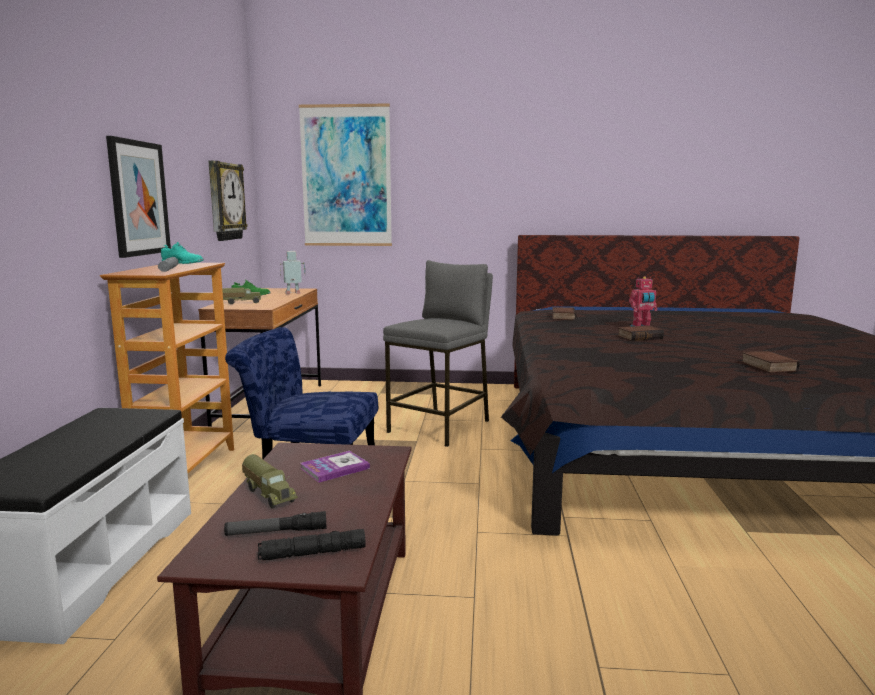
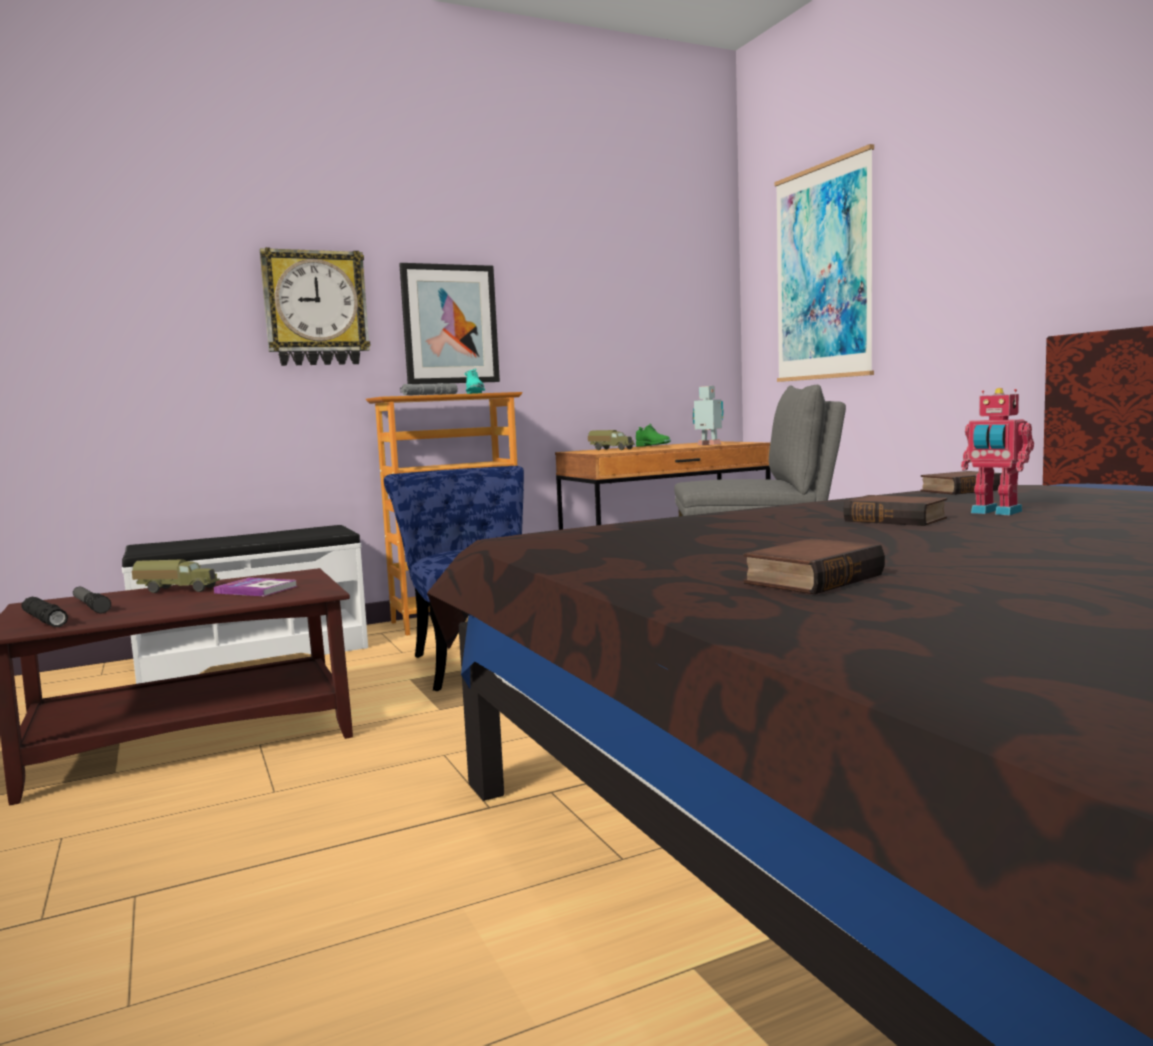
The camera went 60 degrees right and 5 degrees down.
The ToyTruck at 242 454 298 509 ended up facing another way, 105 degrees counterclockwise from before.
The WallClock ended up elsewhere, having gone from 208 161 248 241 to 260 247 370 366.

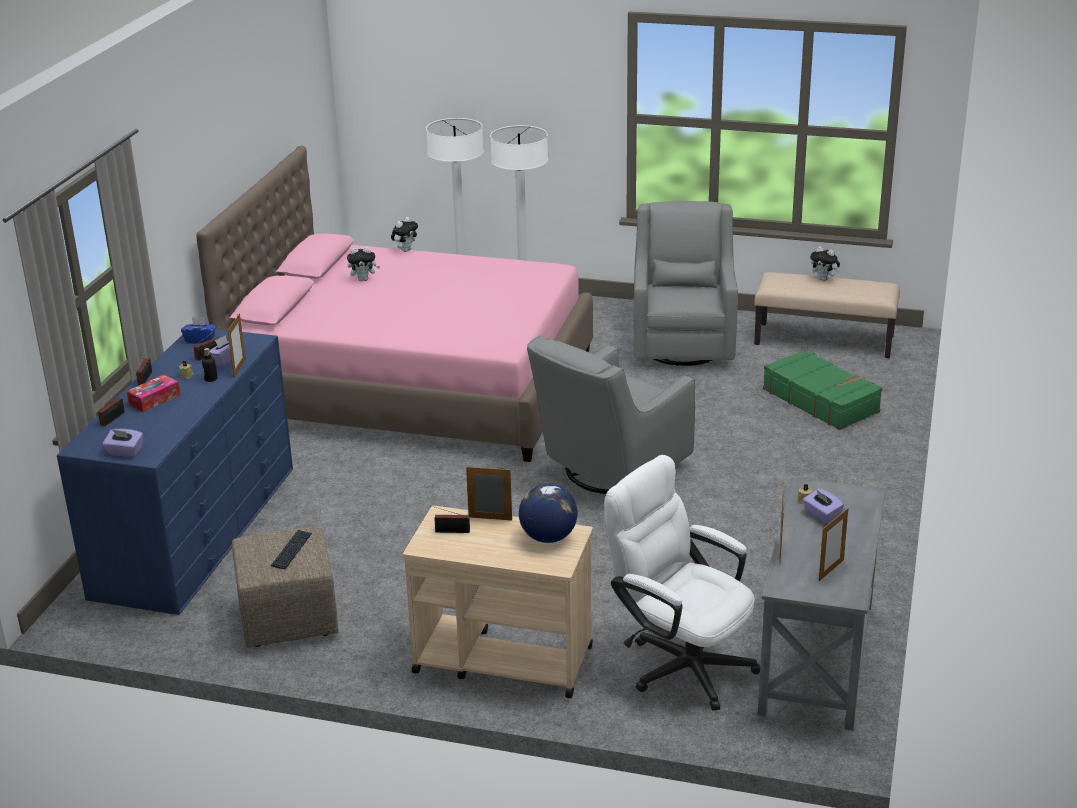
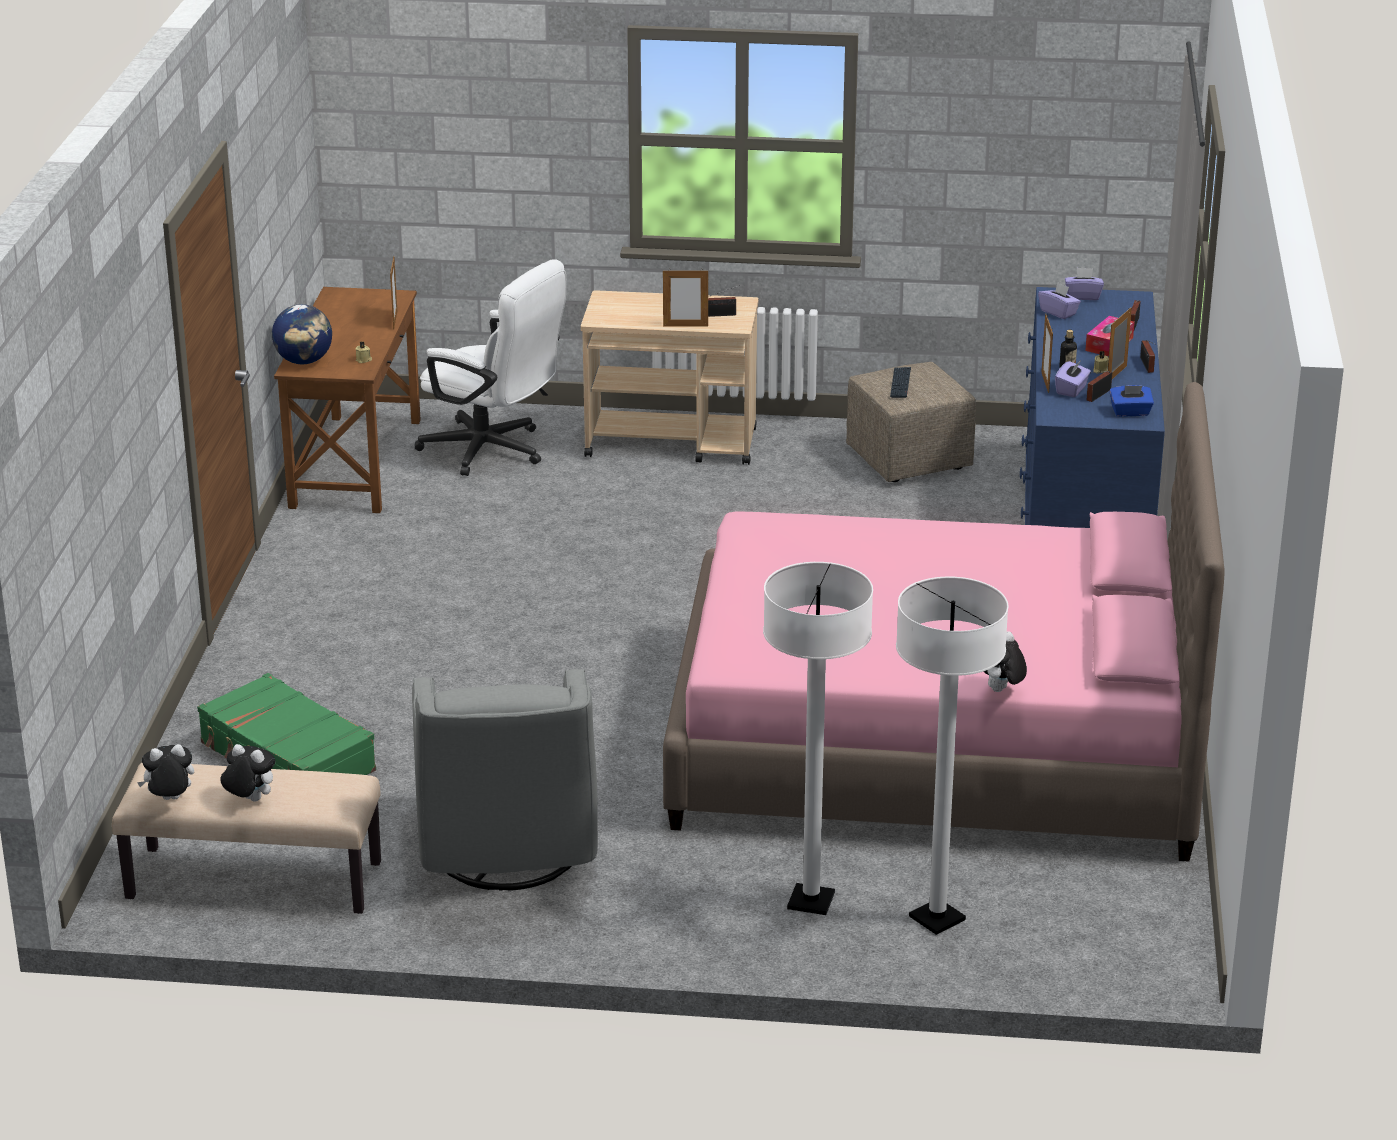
The camera went 170 degrees right and 0 degrees up.
The PlushToy ended up elsewhere, having gone from 347 247 380 281 to 137 744 194 800.
The Globe ended up elsewhere, having gone from 519 484 578 543 to 272 304 332 364.
What was the GreyDesk at 758 478 886 730 turned into the BrownDesk at 274 287 421 513.
The PurpleTissueBox ended up elsewhere, having gone from 803 488 844 524 to 1038 282 1081 319.
The PictureFrame ended up elsewhere, having gone from 819 508 848 581 to 1108 307 1132 379.
The second view lost the GreyArmchair at 527 335 695 494.

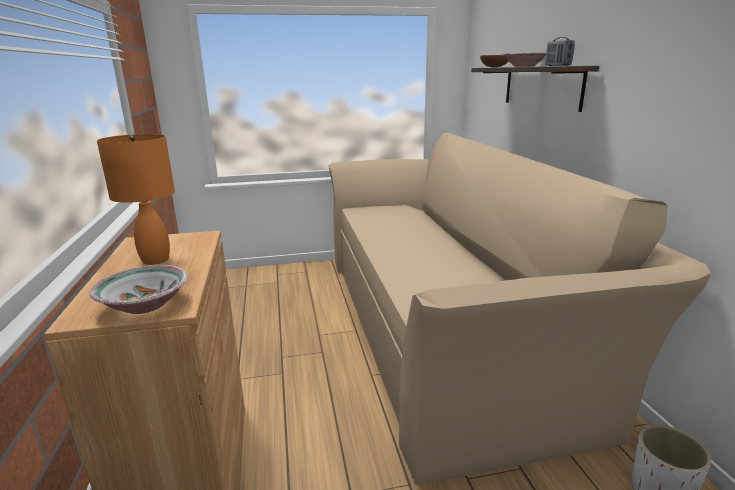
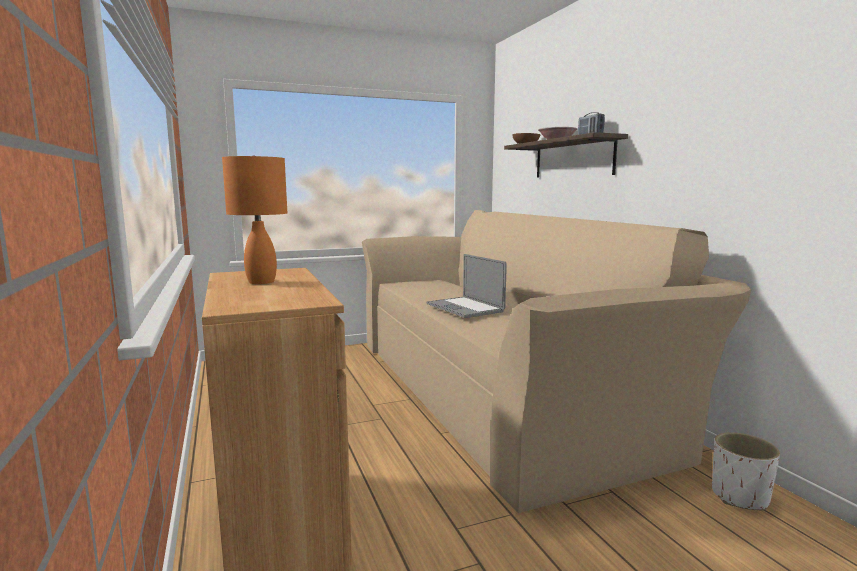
The camera went 10 degrees left and 10 degrees down.
The second view gained the Laptop at 426 254 507 318.
The second view lost the Bowl at 89 265 188 314.

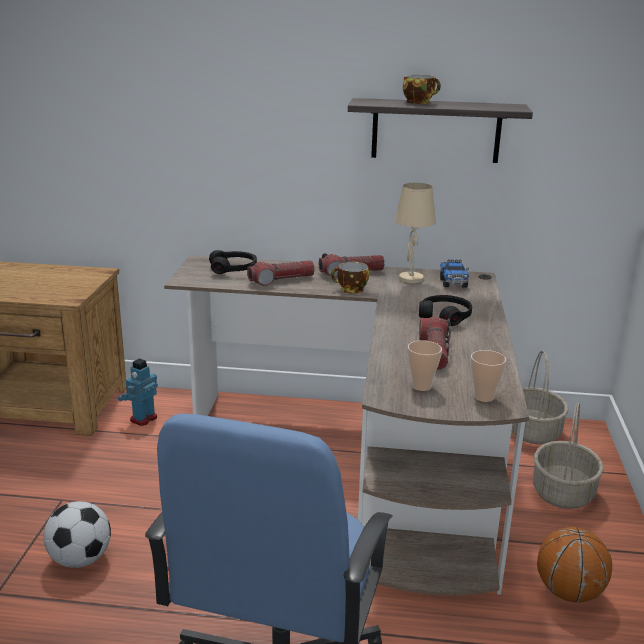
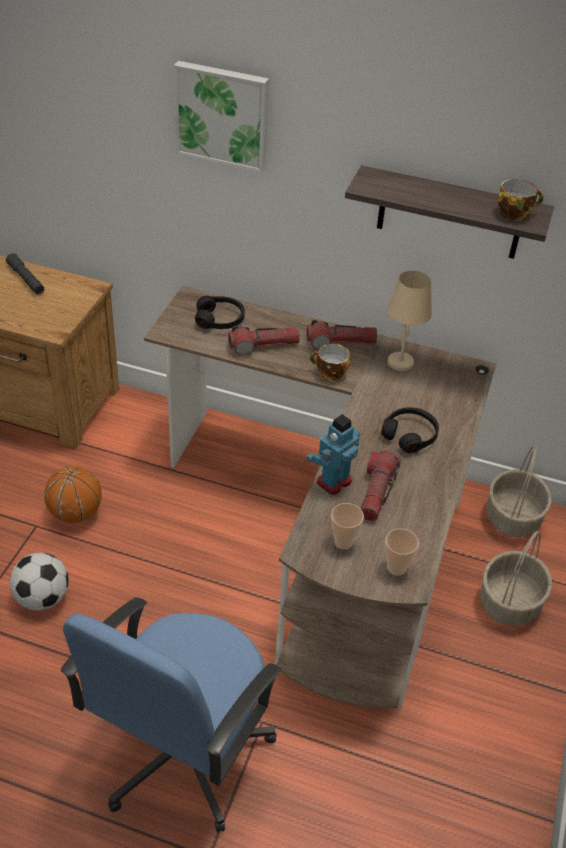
The camera went 10 degrees right and 20 degrees up.
The second view gained the GreyFlashlight at 6 253 44 295.
The Basketball ended up elsewhere, having gone from 537 527 612 603 to 44 466 102 523.
The second view gained the Picture at 174 61 269 173.
The ToyRobot ended up elsewhere, having gone from 118 358 158 426 to 306 414 360 495.
The Cup ended up elsewhere, having gone from 403 75 441 104 to 498 179 544 221.
The second view lost the ToyTruck at 440 259 469 288.

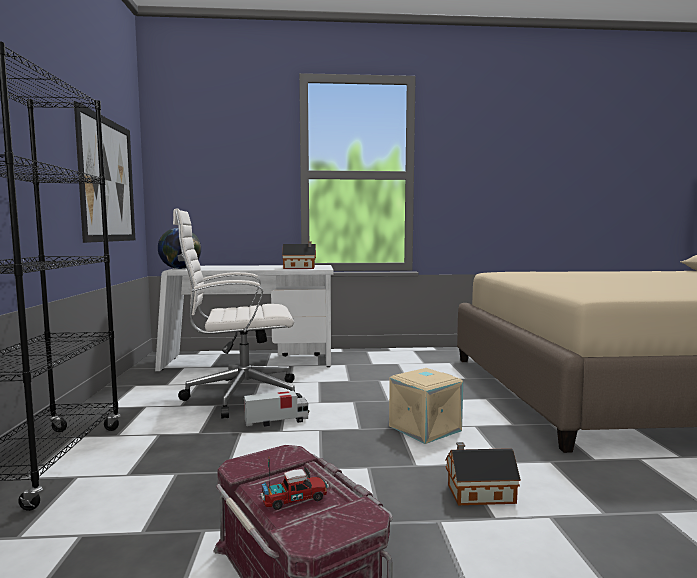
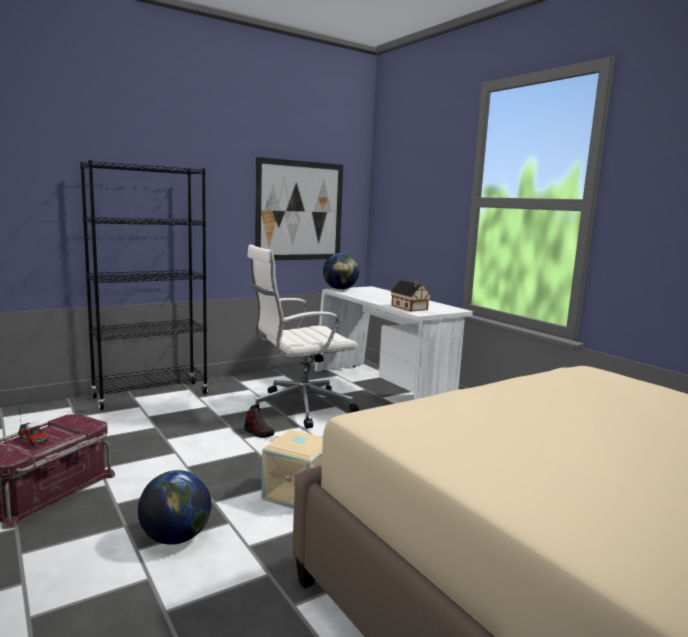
The camera went 60 degrees right and 5 degrees up.
Where the ToyHouse stood at 445 442 521 505, the Globe came to stand at 138 470 211 545.
Where the ToyTruck stood at 244 391 309 427, the Shoe came to stand at 244 408 274 438.
The WhiteOfficeChair at 173 208 302 419 ended up facing another way, 75 degrees counterclockwise from before.

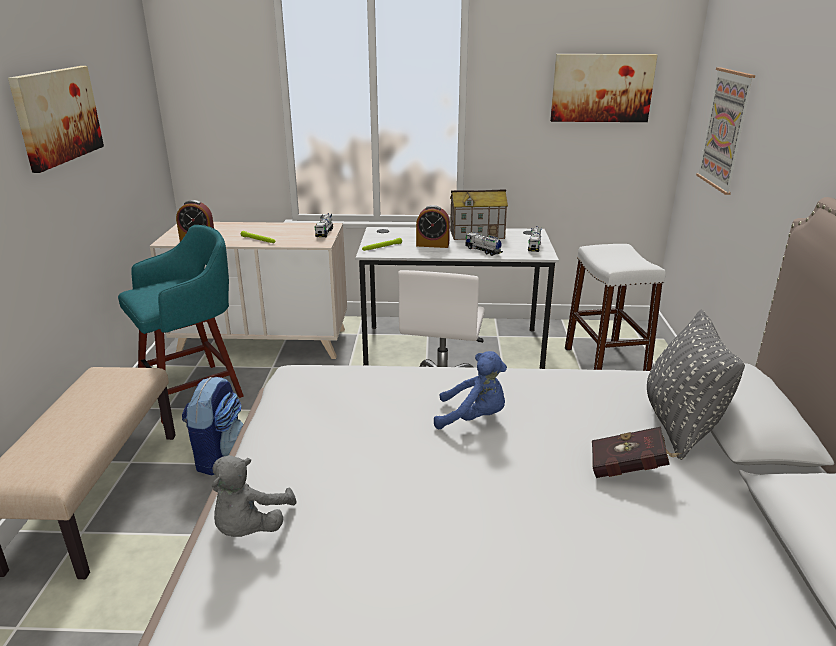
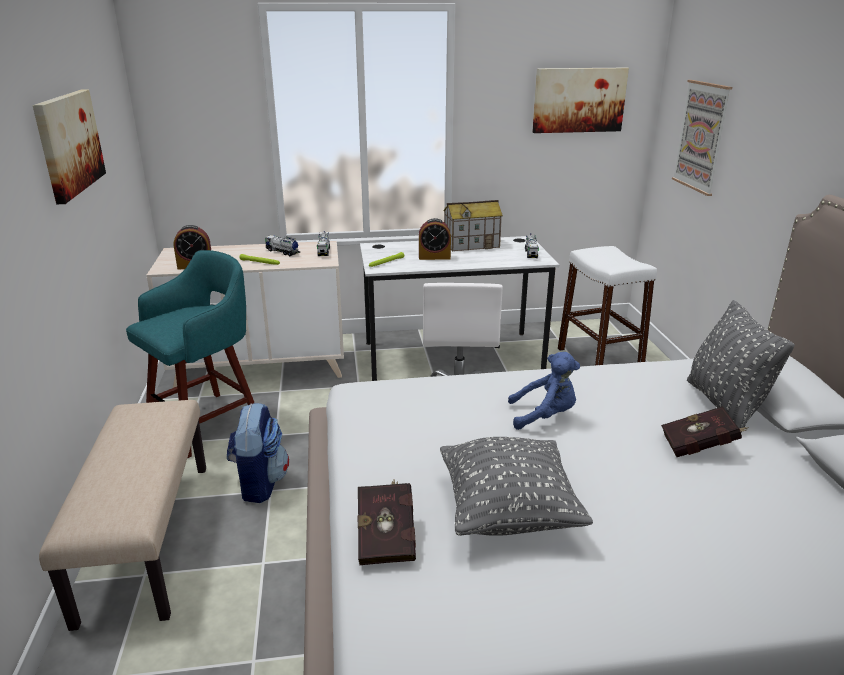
The camera went 10 degrees left and 0 degrees up.
The ToyTruck ended up elsewhere, having gone from 465 232 503 256 to 265 235 300 256.
Where the GreyPlushToy stood at 212 455 297 537, the RedBook came to stand at 358 480 416 565.
The second view gained the GreyPillow at 440 437 593 536.

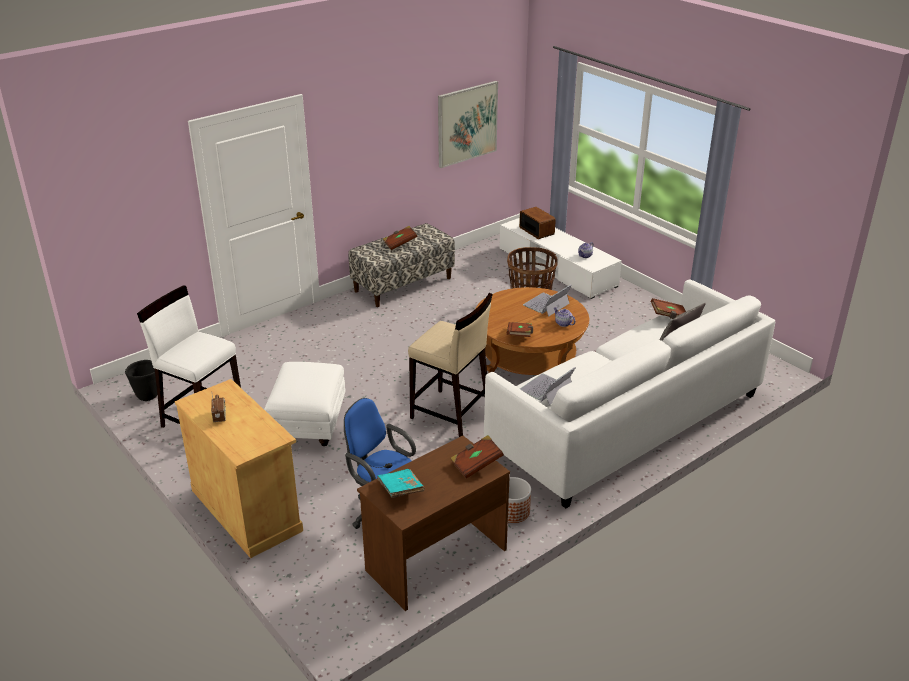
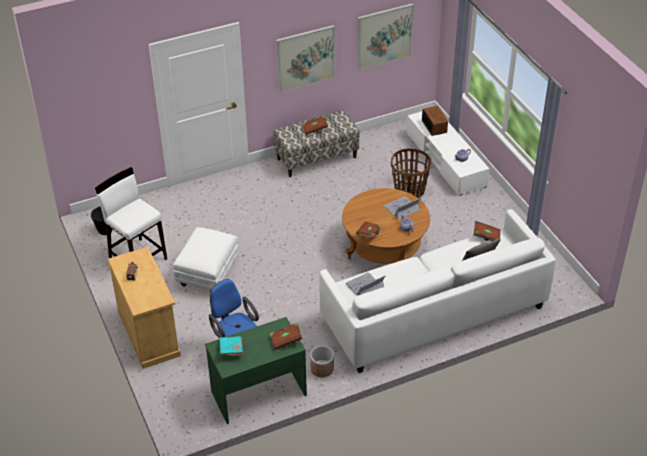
The camera went 15 degrees right and 10 degrees up.
What was the BrownDesk at 357 436 510 611 turned into the GreenDesk at 205 317 307 424.
The second view gained the Picture at 276 25 335 93.
The second view lost the BeigeStool at 408 293 493 437.

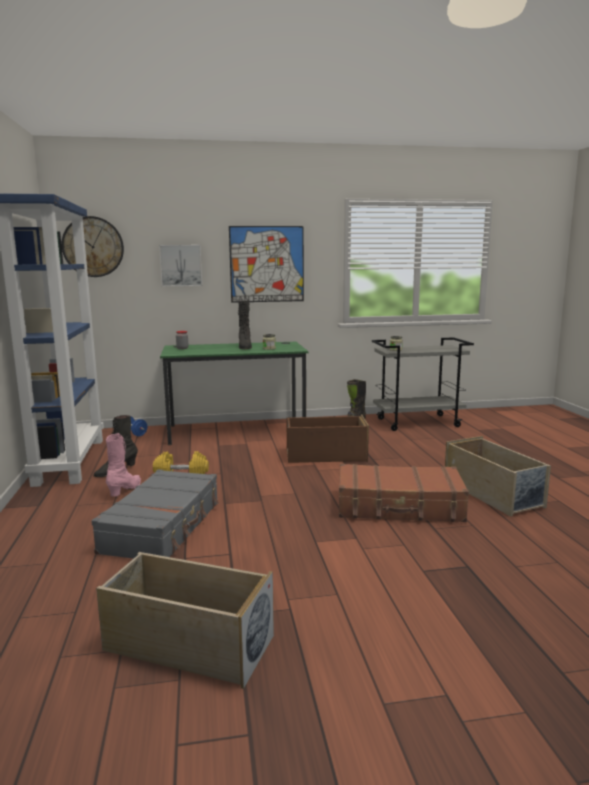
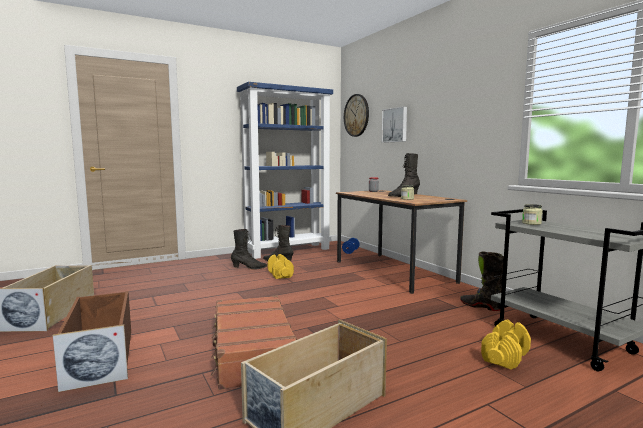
The camera went 70 degrees right and 5 degrees down.
The BrownStorageBox ended up elsewhere, having gone from 286 414 369 463 to 53 291 131 392.
What was the PinkBoot at 106 433 141 497 turned into the BlackBoot at 231 229 267 270.
What was the GreenDesk at 160 342 309 445 turned into the BrownDesk at 336 190 467 294.
The second view gained the YellowDumbbell at 481 320 531 370.
The second view lost the GreySuitcase at 92 469 219 559.
The second view lost the Picture at 229 226 304 303.

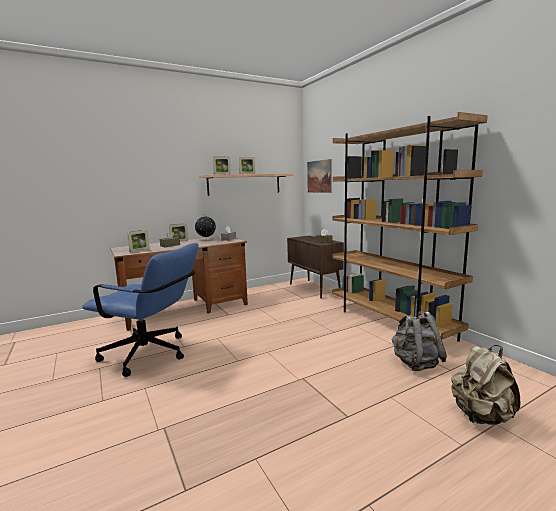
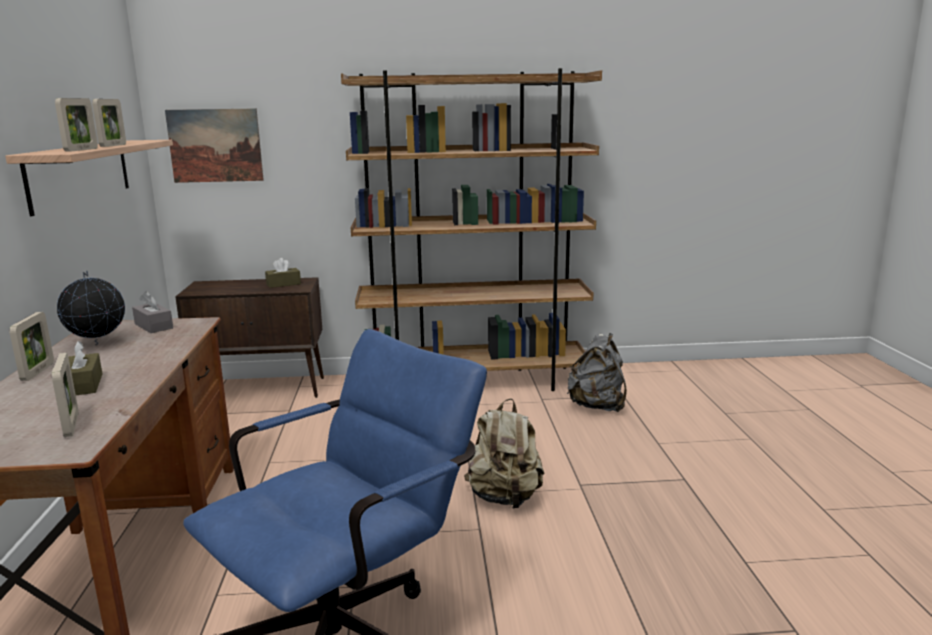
The camera went 65 degrees left and 5 degrees up.
The BeigeBackpack ended up elsewhere, having gone from 451 345 520 425 to 464 398 544 509.

